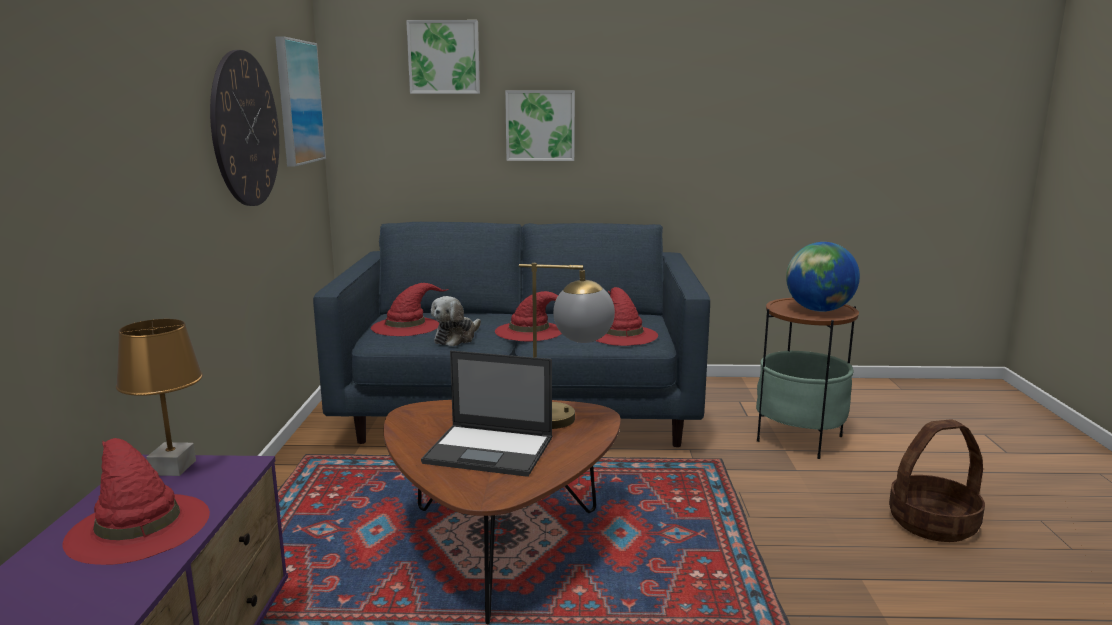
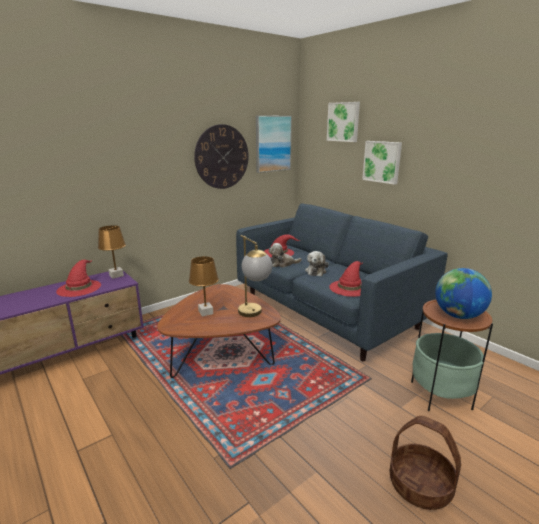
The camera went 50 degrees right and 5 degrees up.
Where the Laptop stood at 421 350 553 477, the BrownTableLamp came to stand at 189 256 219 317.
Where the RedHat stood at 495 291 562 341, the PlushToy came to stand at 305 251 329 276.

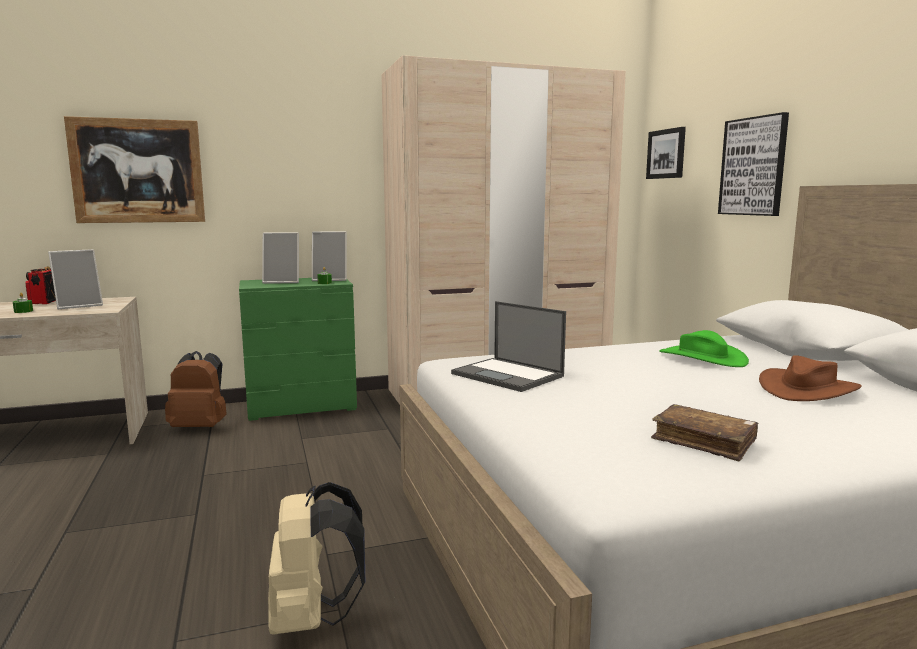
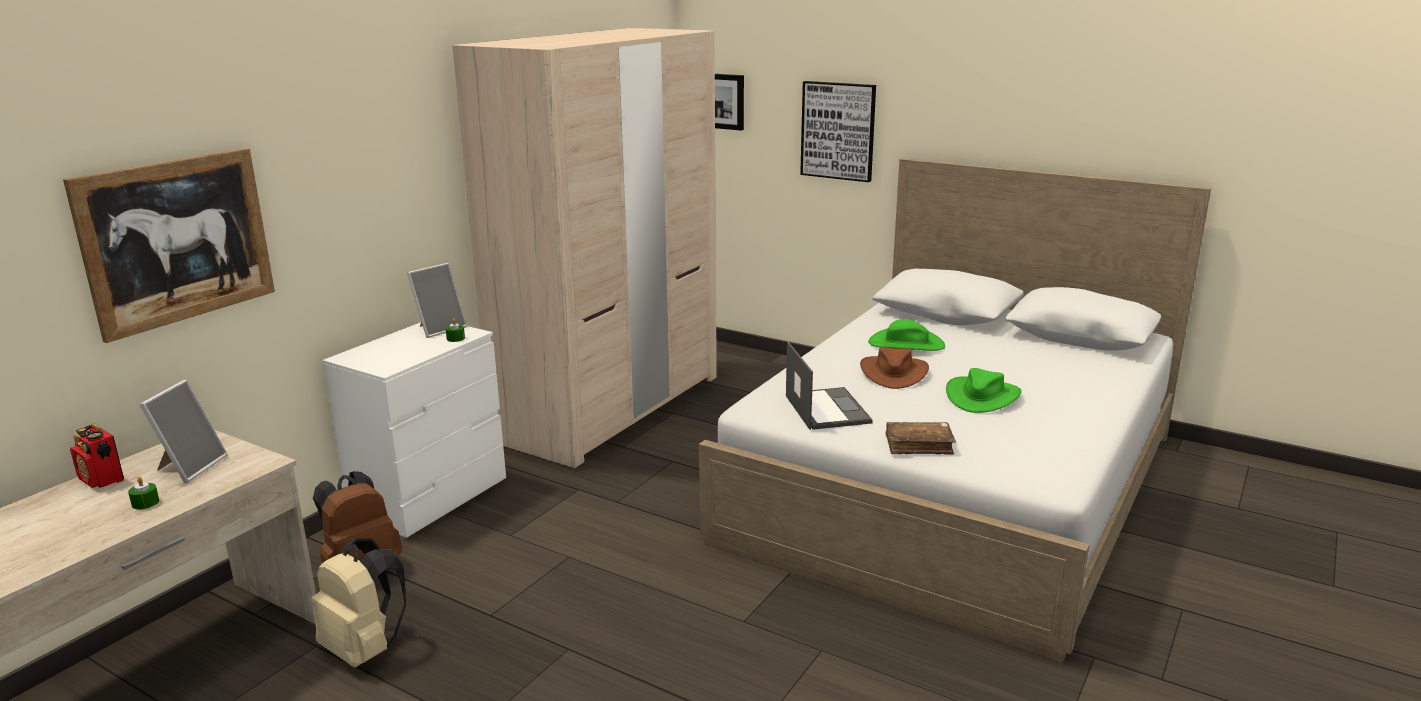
The camera went 40 degrees left and 10 degrees up.
The BeigeBackpack ended up elsewhere, having gone from 268 482 365 635 to 311 539 406 667.
What was the GreenDresser at 239 278 357 421 turned into the WhiteDresser at 323 322 506 540.
The Laptop at 451 301 566 392 ended up facing another way, 105 degrees counterclockwise from before.
The BrownHat ended up elsewhere, having gone from 759 355 862 401 to 860 347 929 389.
The BrownBook ended up elsewhere, having gone from 651 404 758 462 to 885 422 956 455.
The second view gained the GreenHat at 946 368 1022 413.
The second view lost the PictureFrame at 262 232 299 284.

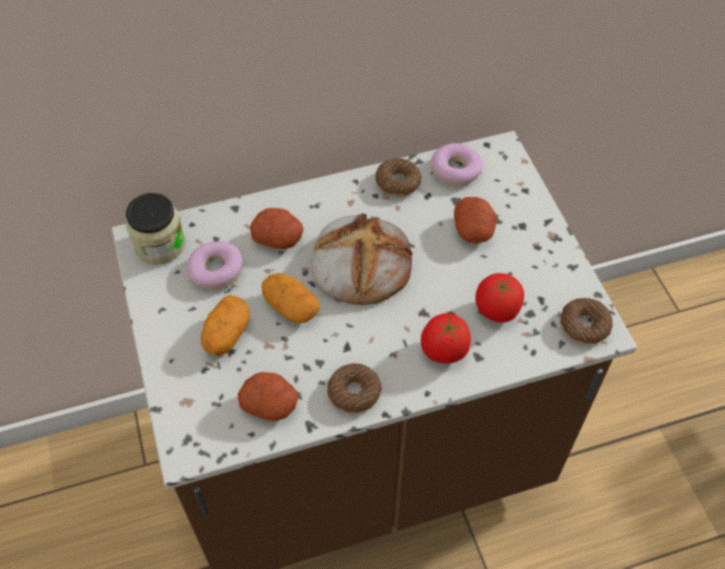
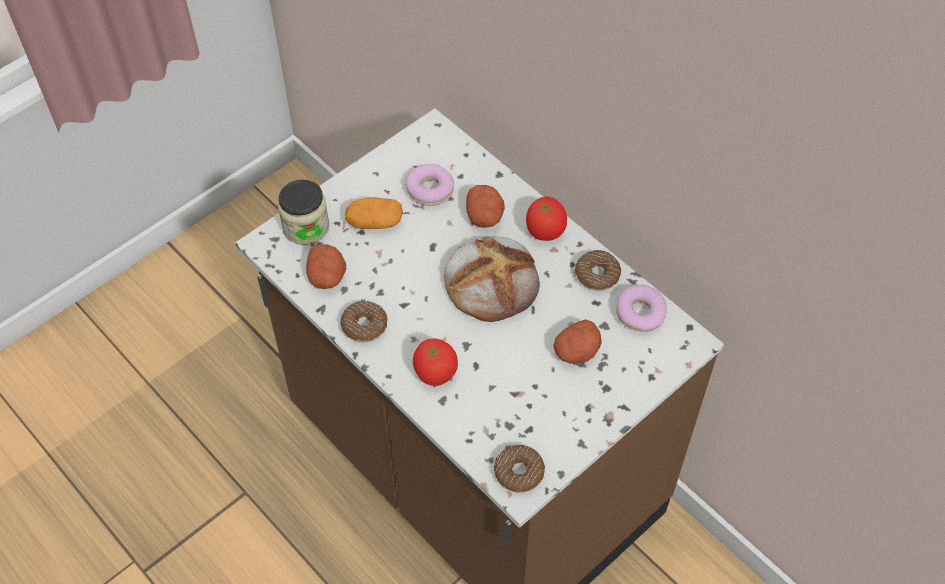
The camera went 65 degrees right and 0 degrees up.
The Jar ended up elsewhere, having gone from 126 193 185 265 to 278 180 330 245.
The Tomato ended up elsewhere, having gone from 475 273 524 323 to 526 197 567 241.
The second view lost the Potato at 262 273 320 323.

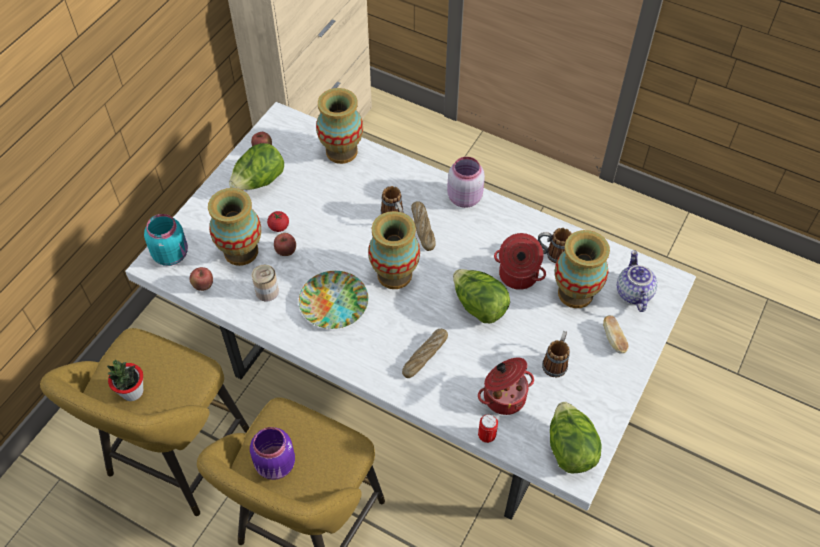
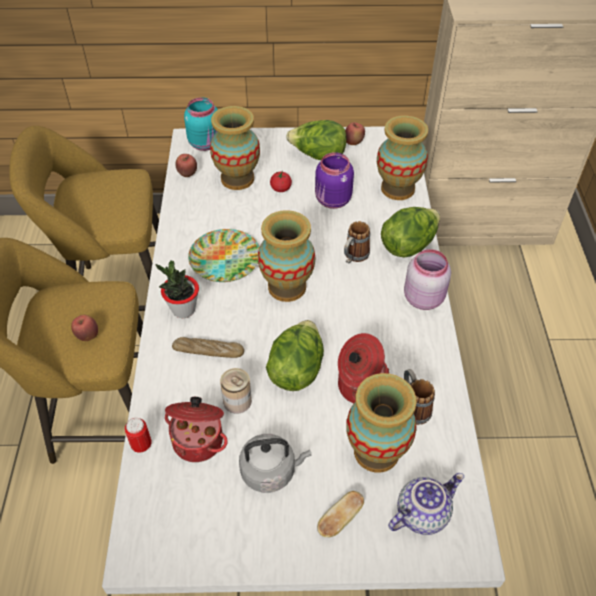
The camera went 60 degrees right and 5 degrees down.
The Apple ended up elsewhere, having gone from 274 233 296 256 to 71 315 98 341.
The PottedPlant ended up elsewhere, having gone from 107 360 143 401 to 156 260 199 318.
The Can ended up elsewhere, having gone from 252 265 279 301 to 220 368 252 414.
Where the Mug stood at 542 331 570 377, the GreyKettle came to stand at 239 434 312 493.
The PurpleJar ended up elsewhere, having gone from 250 427 295 480 to 315 152 354 209.
The Lettuce ended up elsewhere, having gone from 550 402 602 473 to 381 207 440 258.
The second view lost the Bread at 411 201 436 251.

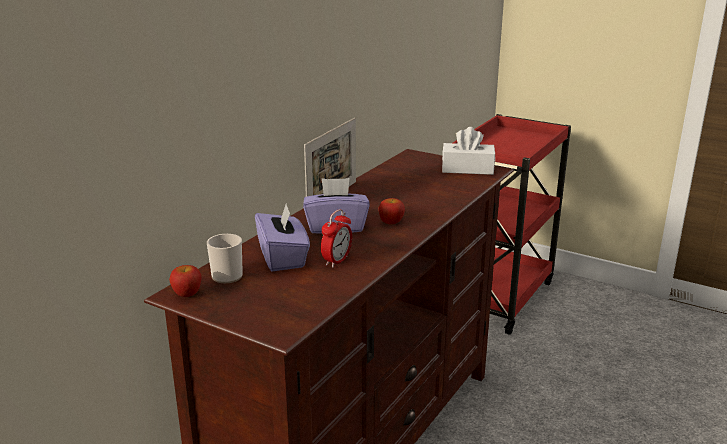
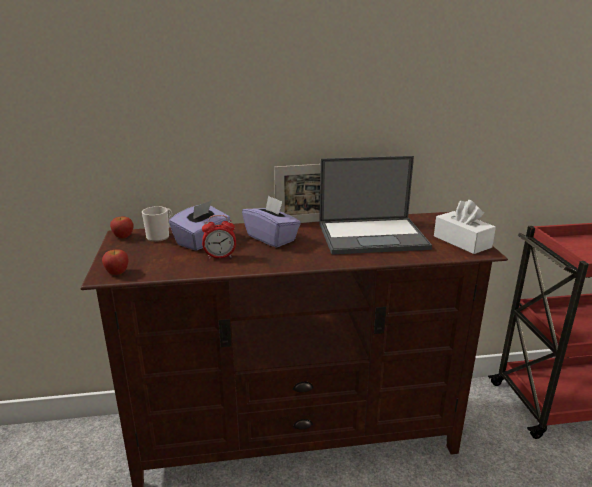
The camera went 50 degrees right and 0 degrees up.
The Apple ended up elsewhere, having gone from 378 198 405 225 to 102 249 129 275.
The second view gained the Laptop at 319 156 432 255.

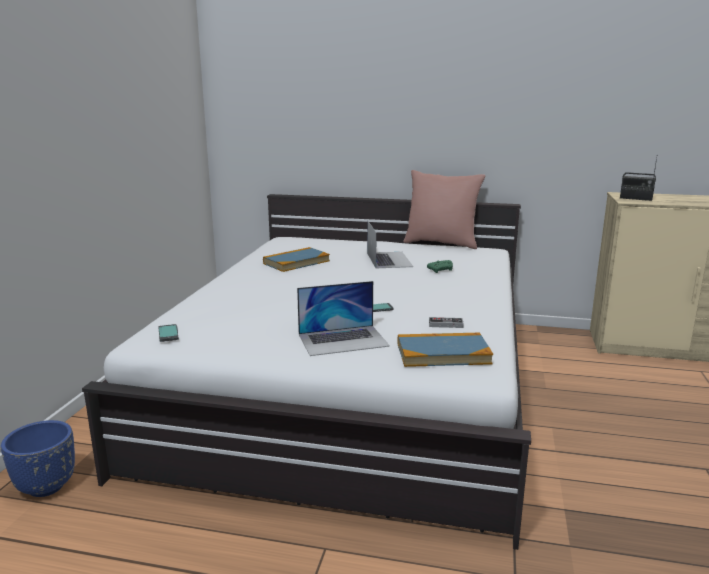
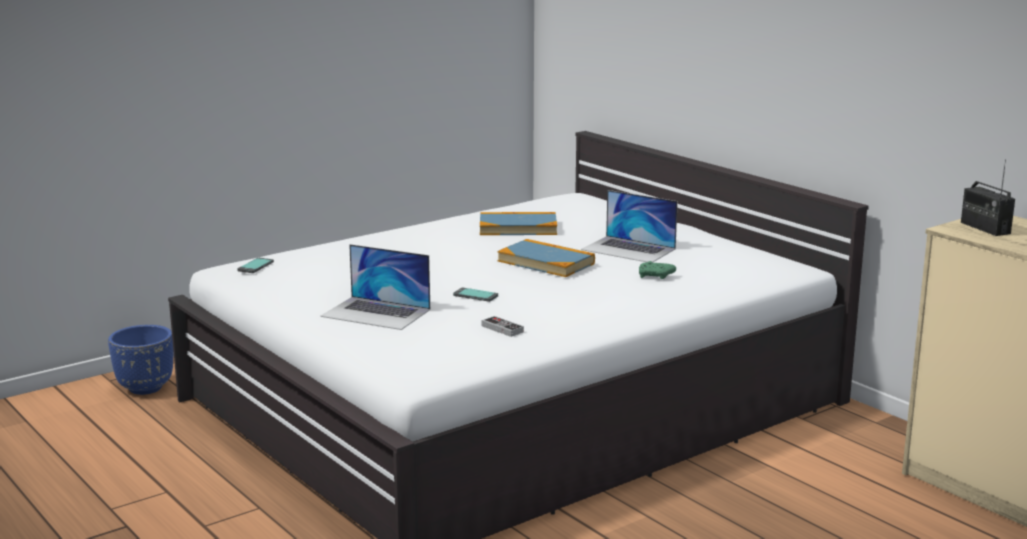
The camera went 40 degrees right and 0 degrees up.
The Book ended up elsewhere, having gone from 398 333 493 367 to 497 239 595 277.
The Laptop at 367 220 414 268 ended up facing another way, 90 degrees clockwise from before.
The second view lost the PinkPillow at 403 170 485 249.

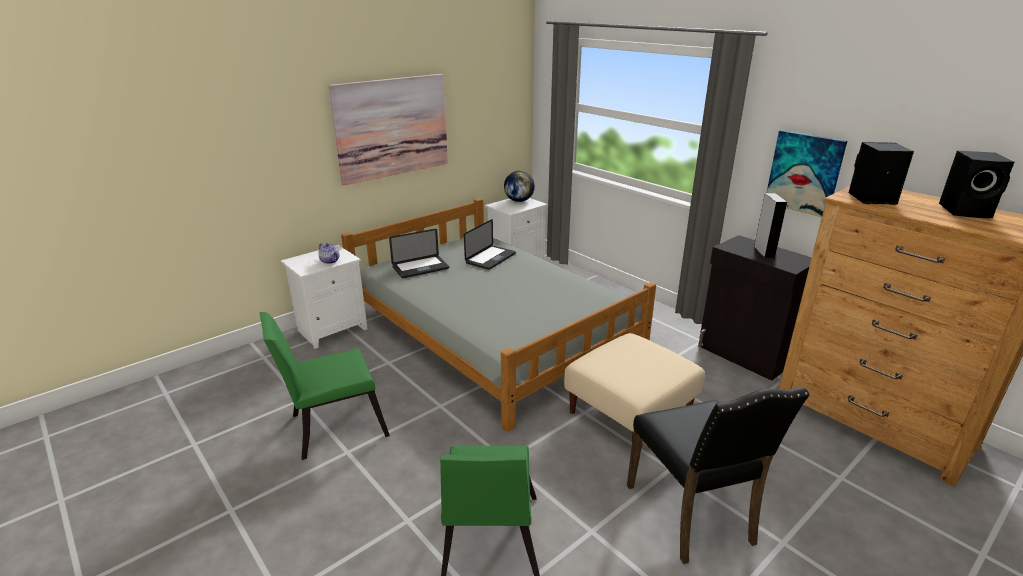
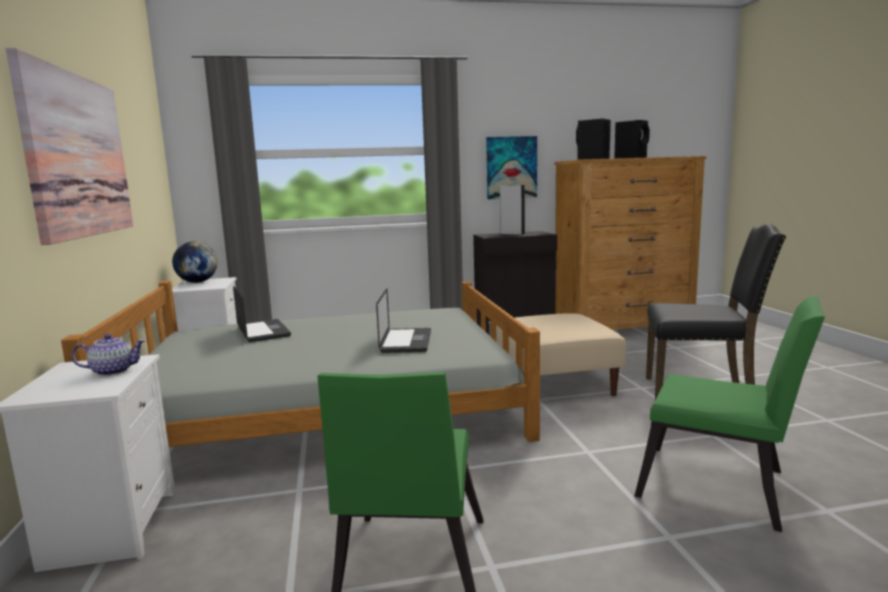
The camera went 60 degrees left and 15 degrees down.
The Laptop ended up elsewhere, having gone from 389 229 449 278 to 376 288 431 353.

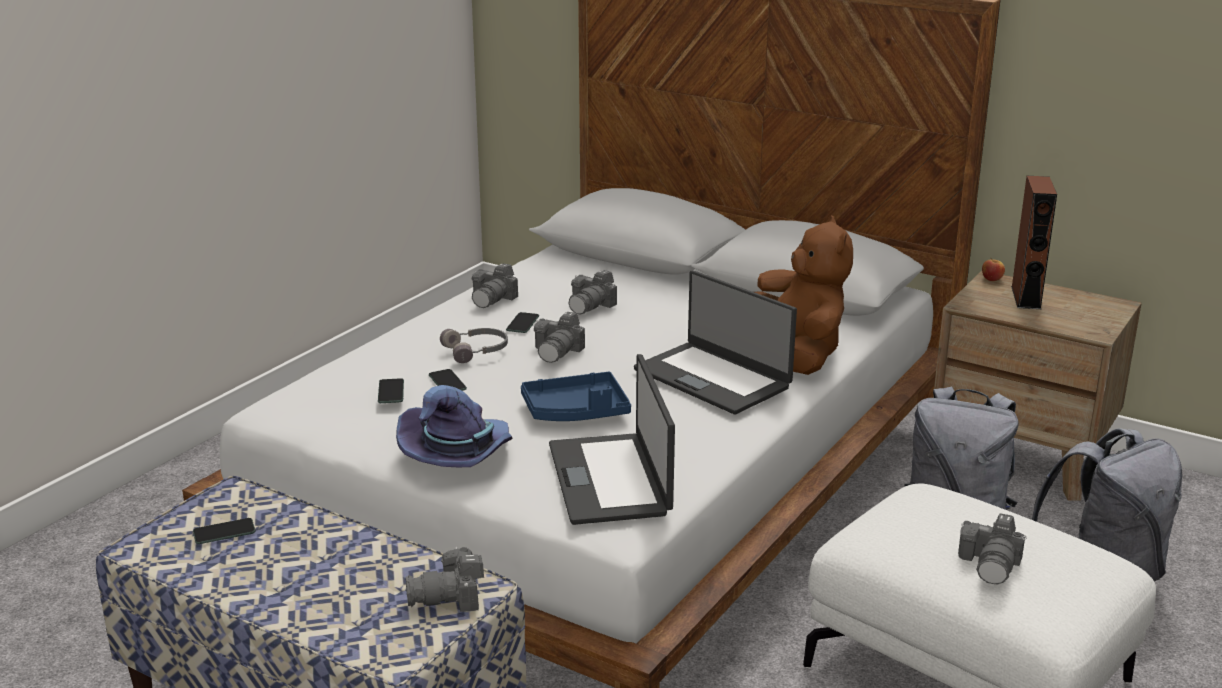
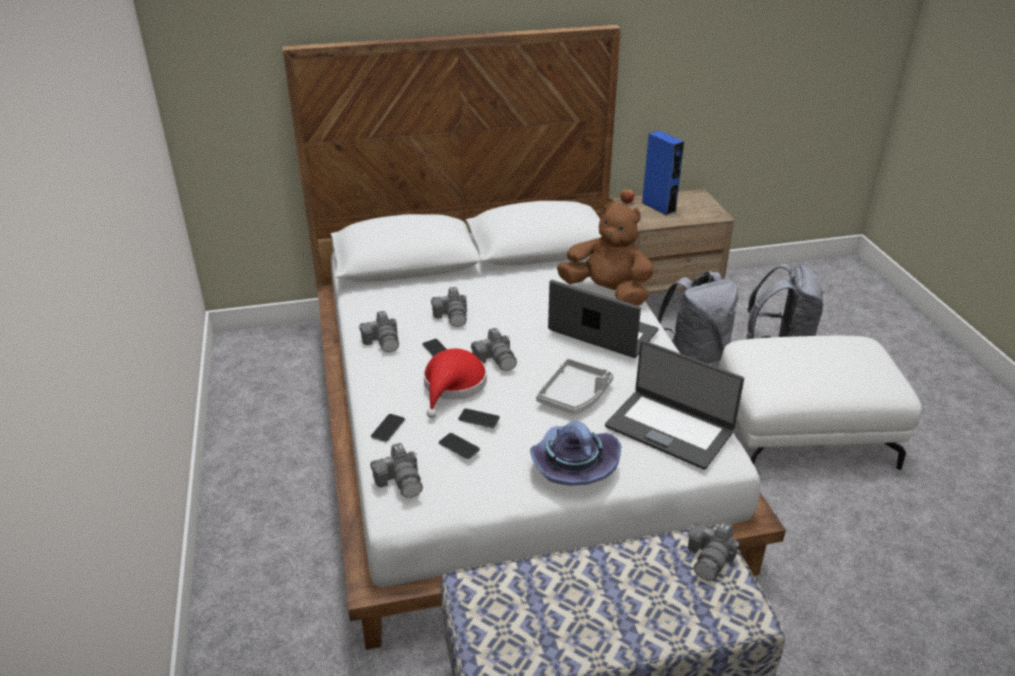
The camera went 45 degrees left and 10 degrees up.
The PhotoCamera ended up elsewhere, having gone from 958 513 1027 585 to 370 443 423 498.
The Phone ended up elsewhere, having gone from 193 518 255 544 to 371 414 405 442.
Where the GreyHeadphones stood at 440 328 508 363, the RedHat came to stand at 424 348 487 418.
What was the BlueTray at 521 372 631 421 turned into the GreyTray at 536 358 614 414.
The Laptop at 634 270 797 414 ended up facing another way, 150 degrees counterclockwise from before.
What was the BrownSpeaker at 1011 176 1057 309 turned into the BlueSpeaker at 642 131 684 216.

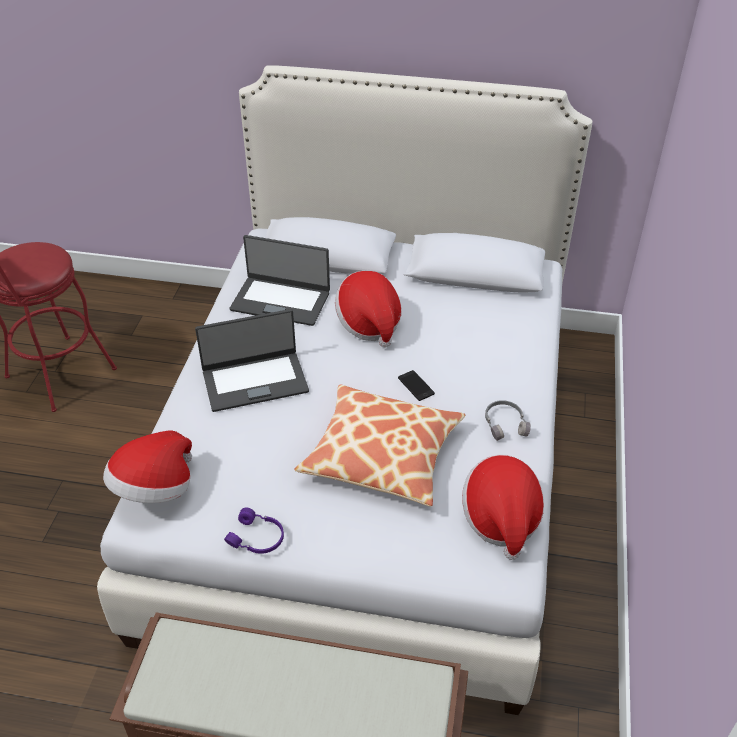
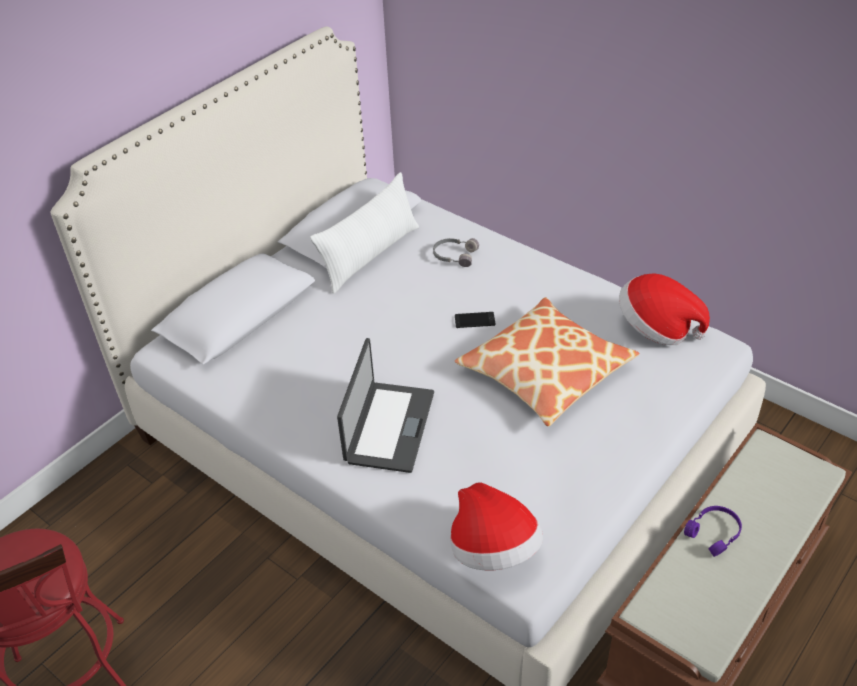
The camera went 60 degrees left and 0 degrees up.
The second view gained the WhitePillow at 310 172 419 294.
The GreyHeadphones ended up elsewhere, having gone from 485 400 531 441 to 433 238 479 267.
The PurpleHeadphones ended up elsewhere, having gone from 224 508 284 554 to 684 506 742 557.
The second view lost the Laptop at 230 235 330 326.
The second view lost the Hat at 335 271 402 347.

